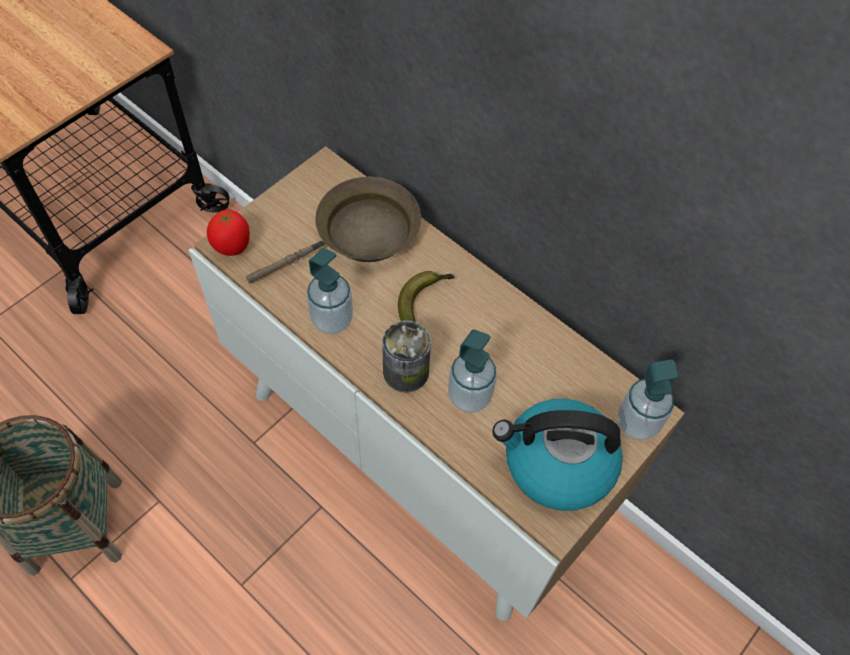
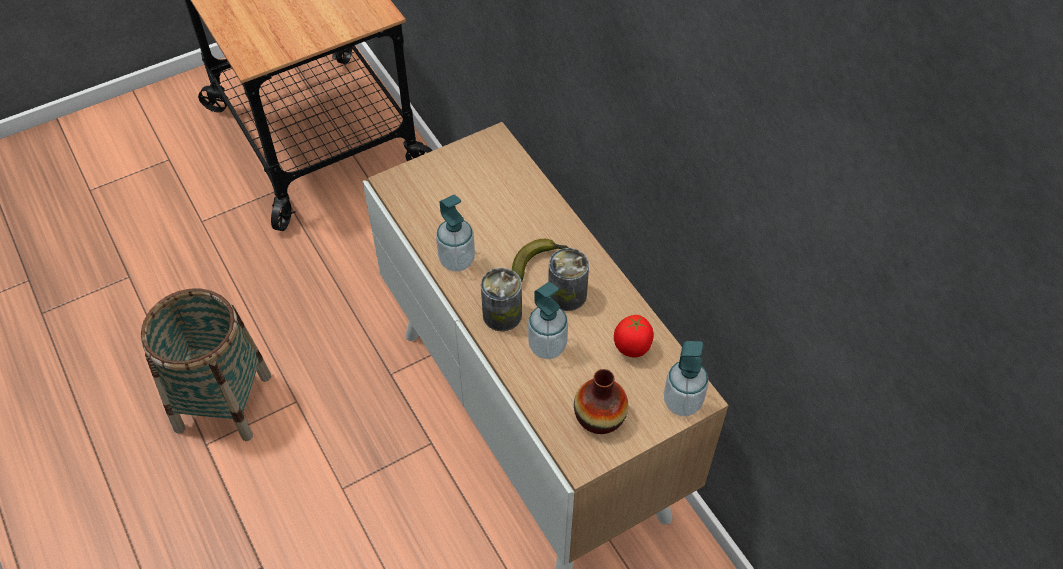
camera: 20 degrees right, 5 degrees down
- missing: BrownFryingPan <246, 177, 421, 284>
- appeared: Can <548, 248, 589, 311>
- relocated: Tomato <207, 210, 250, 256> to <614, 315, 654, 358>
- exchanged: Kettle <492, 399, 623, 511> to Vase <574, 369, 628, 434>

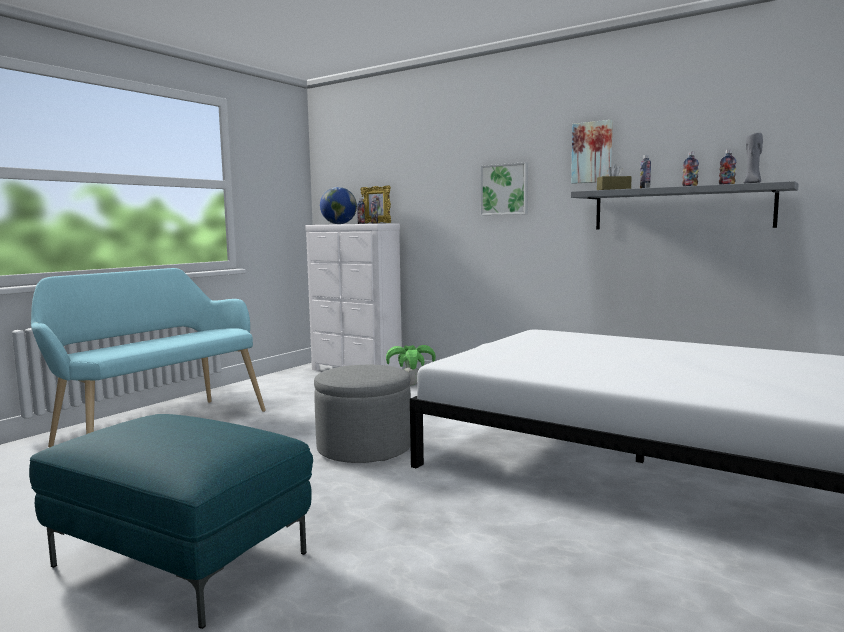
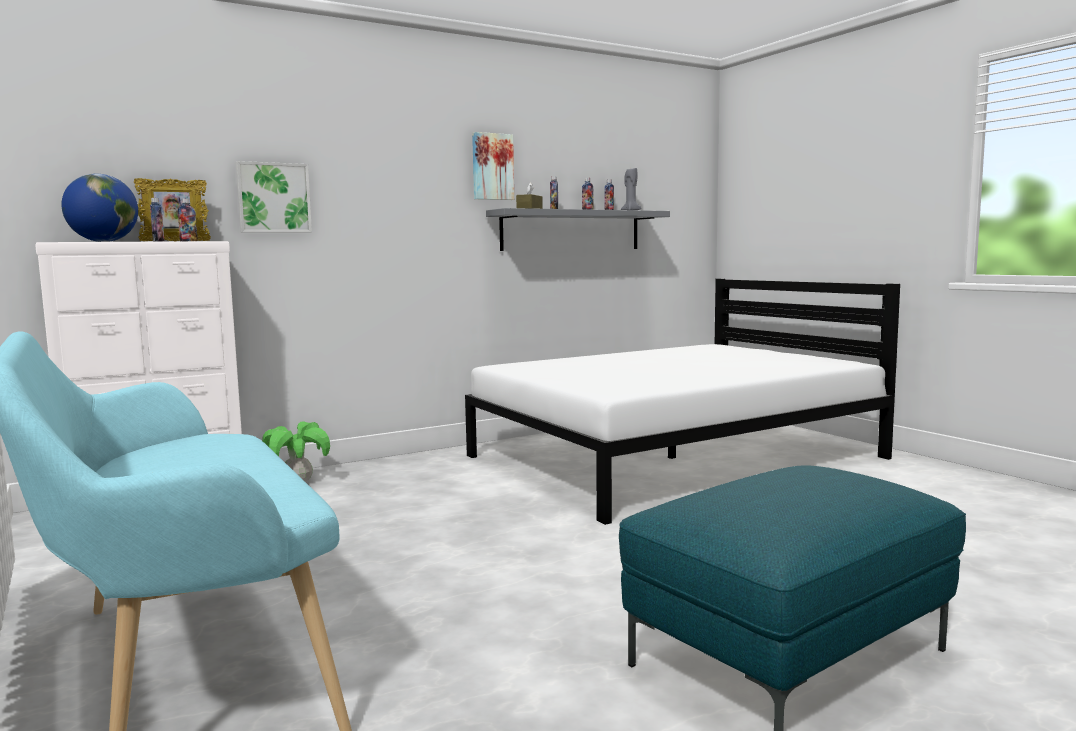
camera: 65 degrees left, 0 degrees up
- missing: GreyOttoman <314, 365, 411, 463>
- relocated: Picture <481, 162, 528, 215> to <236, 161, 312, 233>

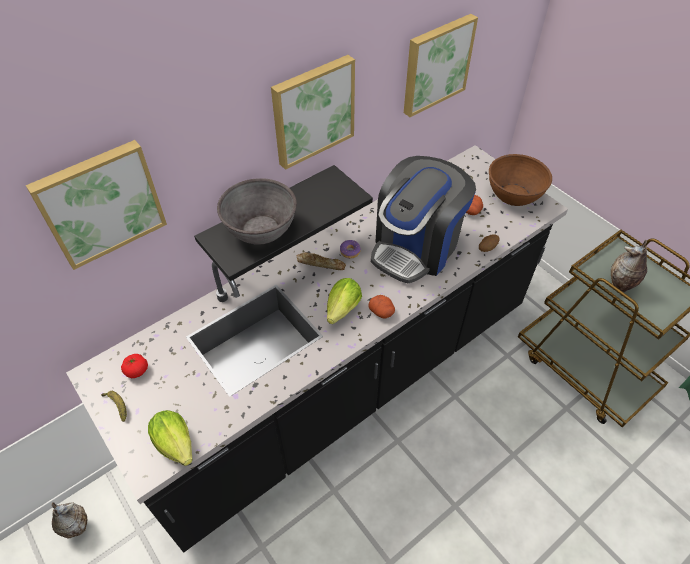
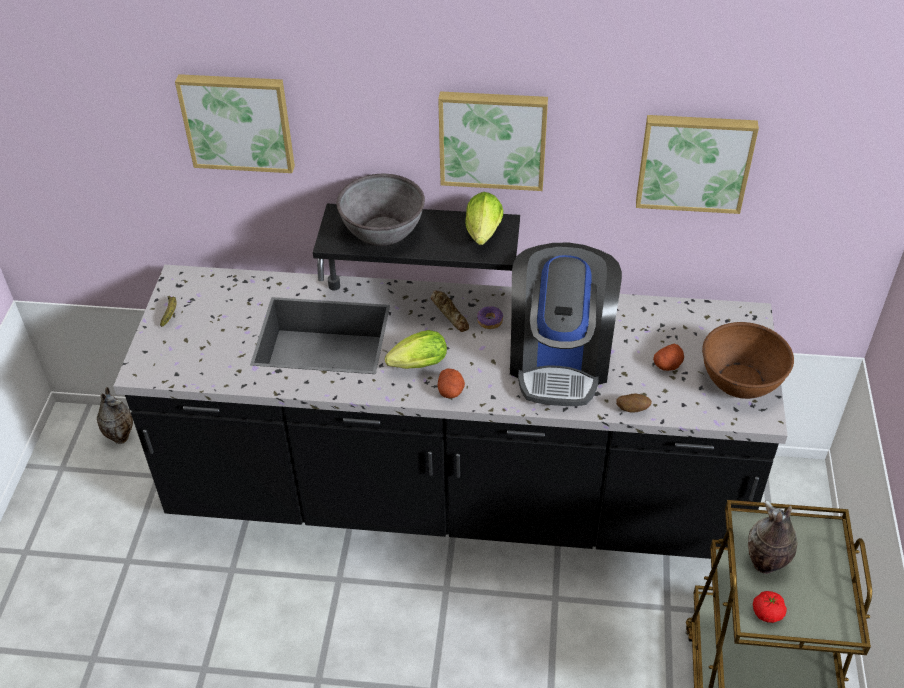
camera: 45 degrees right, 5 degrees down
- relocated: Tomato <121, 354, 148, 378> to <753, 591, 787, 623>
- relocated: Lettuce <148, 410, 193, 466> to <465, 192, 503, 245>
- spun: CoffeeMachine <371, 156, 476, 283> = <510, 243, 622, 406> 75 degrees counterclockwise

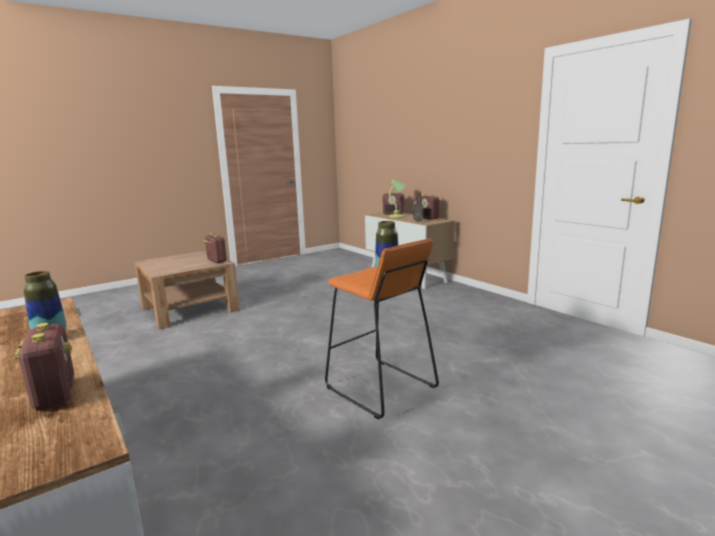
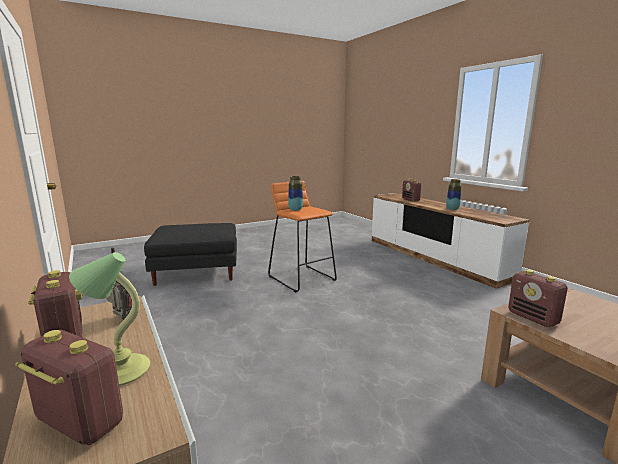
camera: 175 degrees left, 0 degrees up
- appeared: BlackOttoman <144, 223, 237, 286>

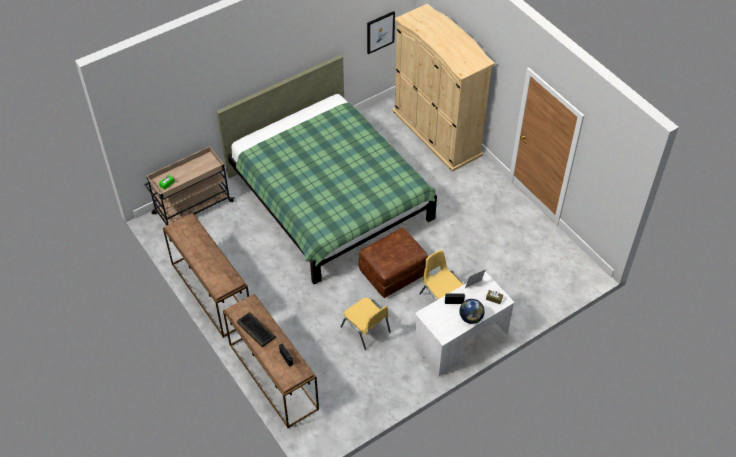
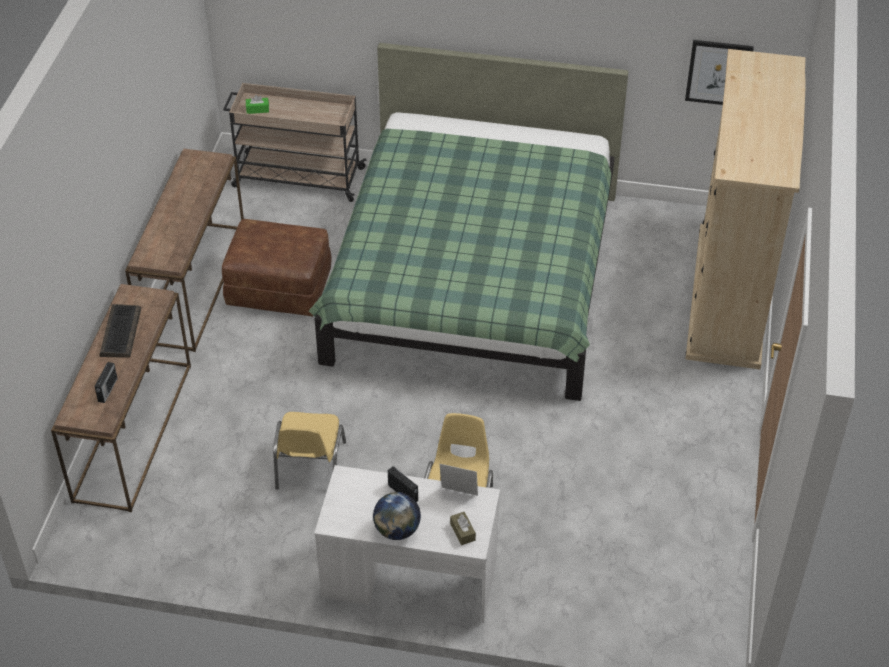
camera: 45 degrees right, 5 degrees down
- relocated: BrownOttoman <358, 228, 428, 298> to <222, 219, 332, 316>

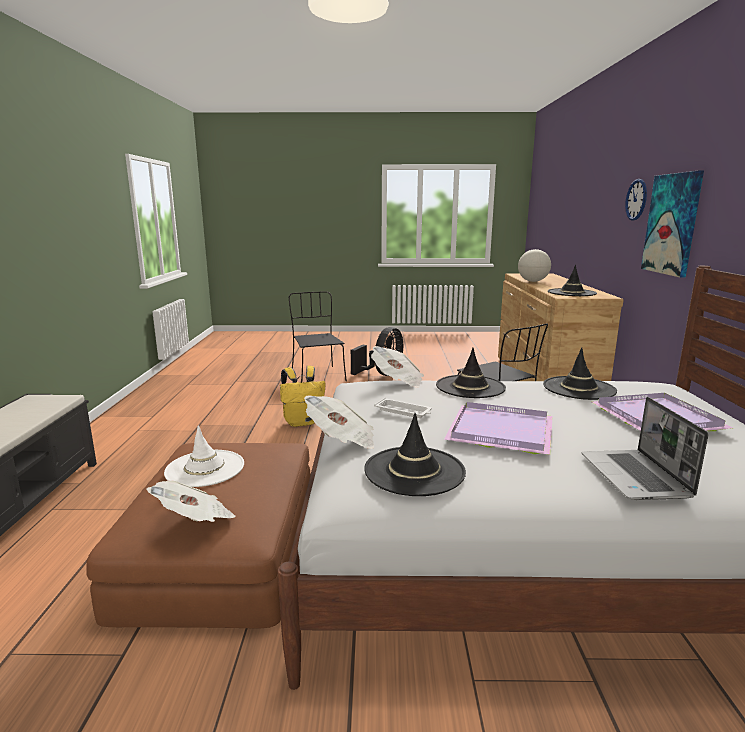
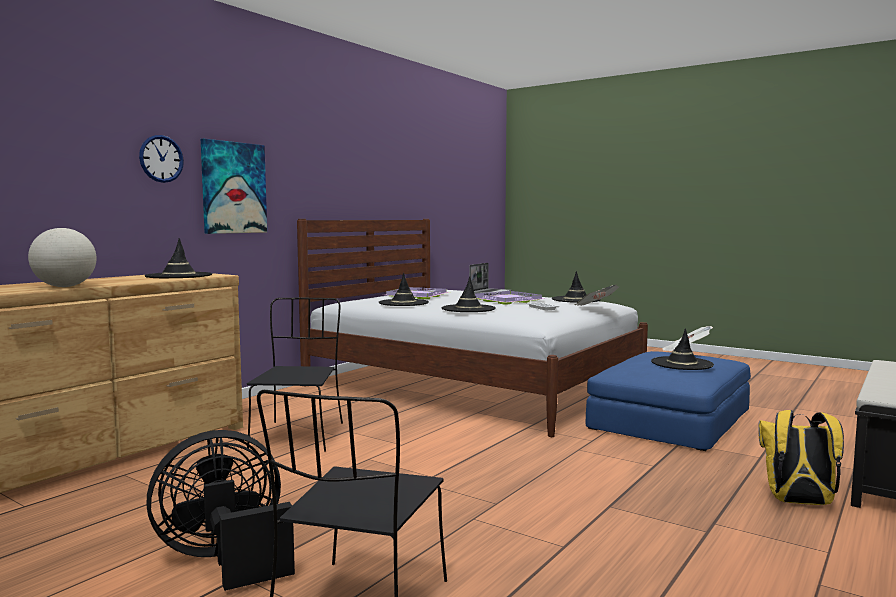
camera: 145 degrees left, 10 degrees down
- missing: Newspaper <371, 346, 424, 388>
- relocated: YellowBackpack <280, 366, 325, 427> to <758, 410, 844, 505>
- colour: BrownOttoman <86, 443, 310, 628> to BlueOttoman <586, 351, 751, 451>
- colour: WhiteHat <164, 426, 244, 487> to BlackHat <651, 328, 714, 370>

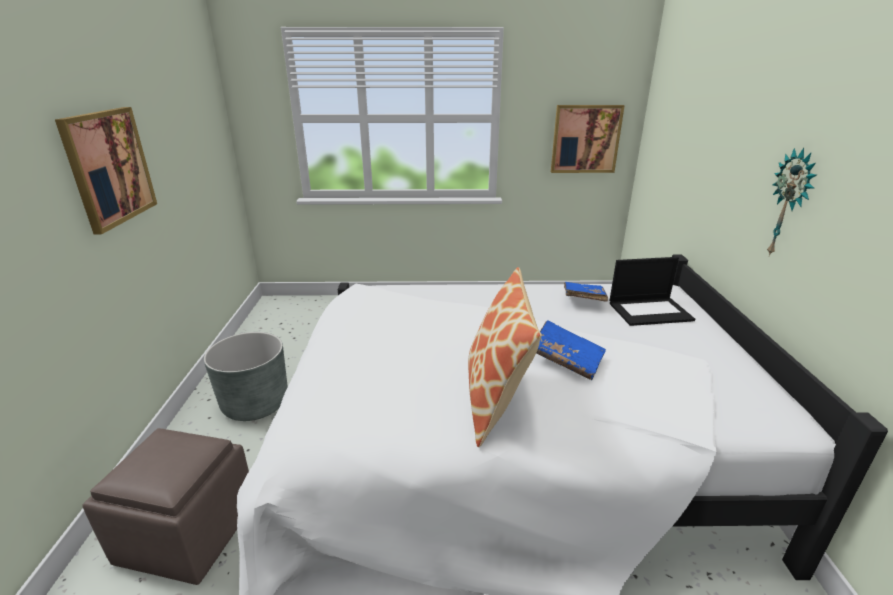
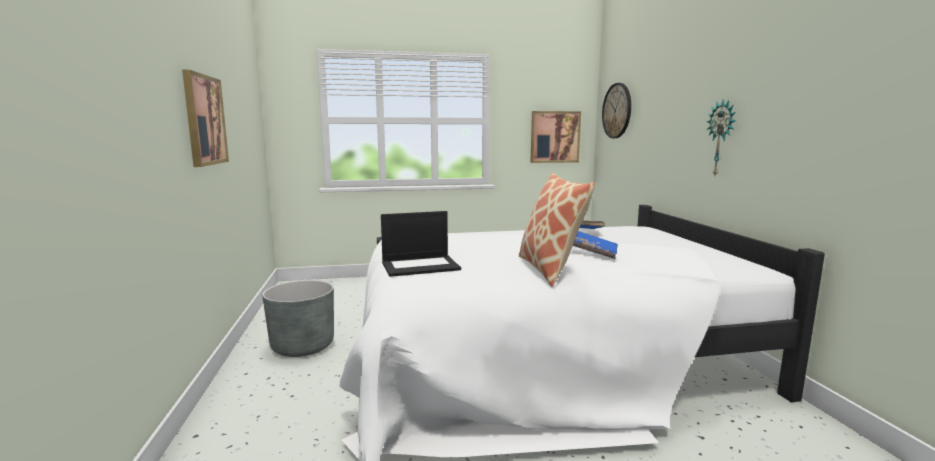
camera: 10 degrees left, 15 degrees down
- missing: BrownOttoman <82, 428, 249, 585>
- appeared: WallClock <602, 83, 631, 138>
- relocated: Laptop <609, 257, 695, 326> to <381, 211, 461, 277>

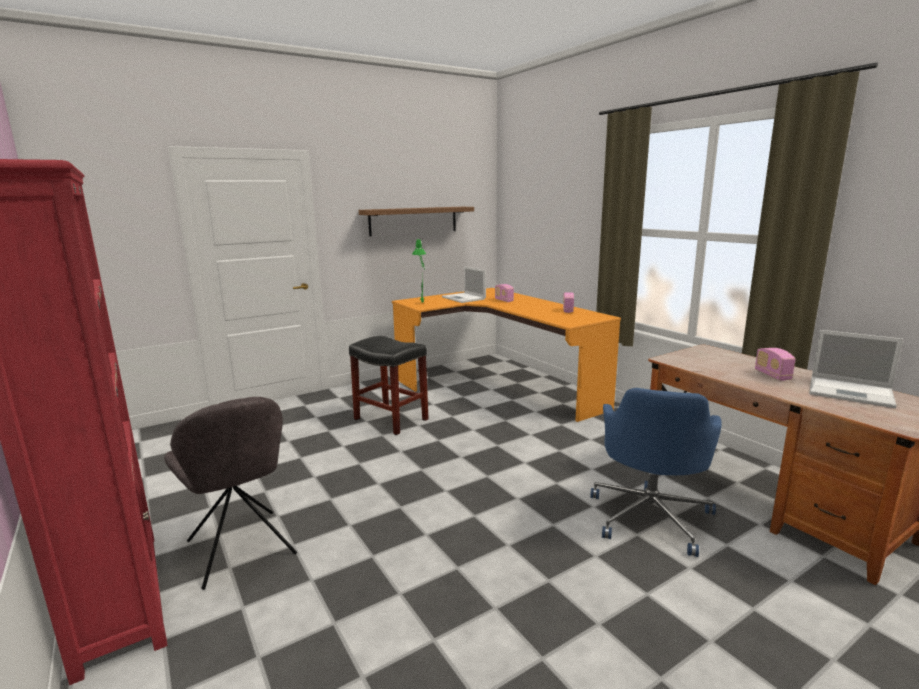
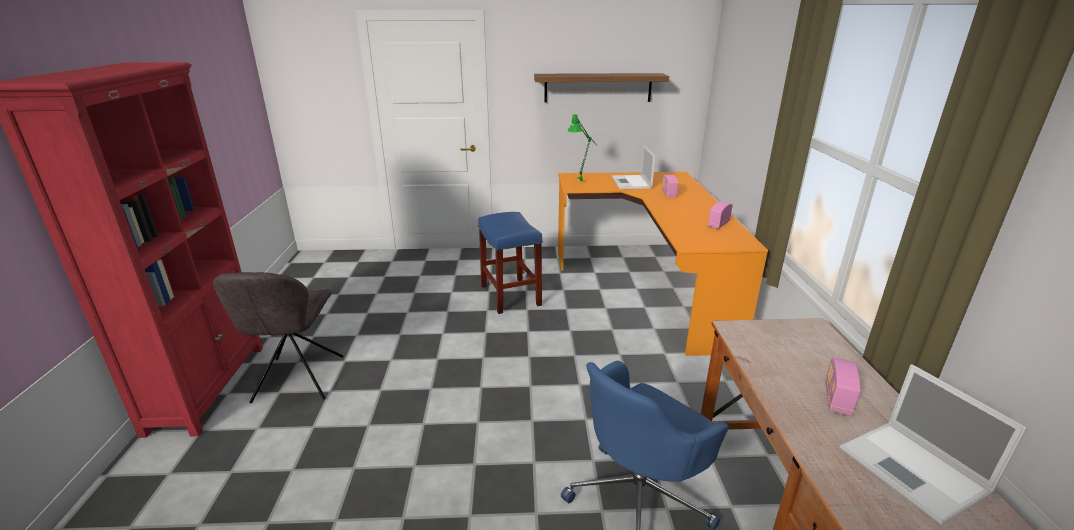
camera: 30 degrees right, 10 degrees up
- colour: BlackStool <349, 336, 429, 435> to BlueStool <478, 212, 543, 314>

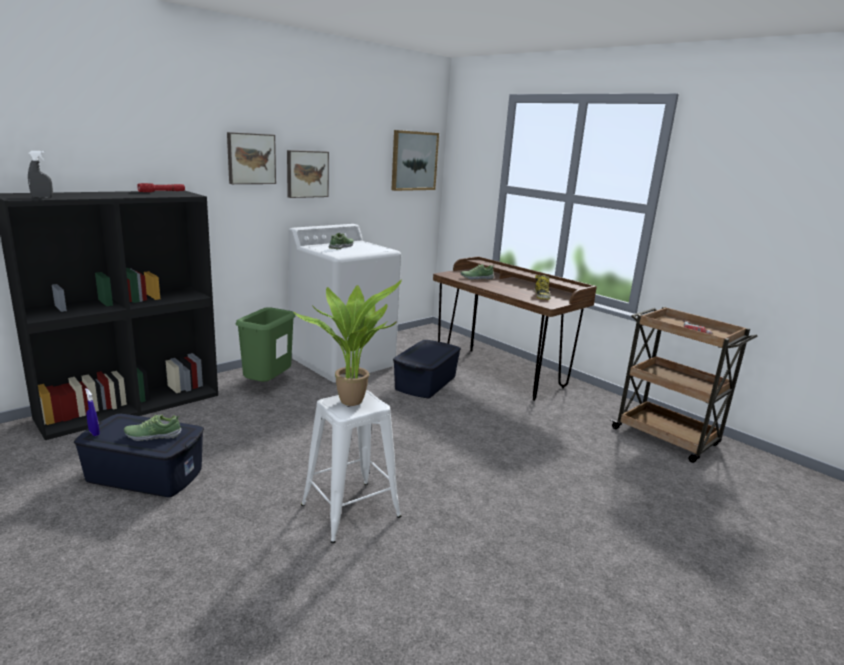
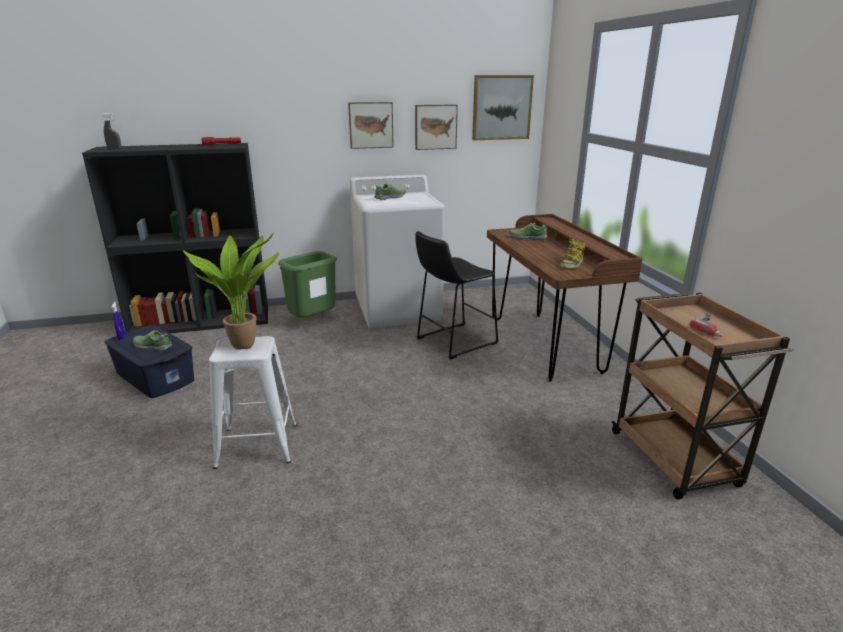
camera: 30 degrees right, 5 degrees up
- relocated: Picture <227, 132, 276, 184> to <415, 104, 458, 150>
- exchanged: BlueStorageBox <393, 340, 461, 398> to BlackStool <415, 231, 499, 360>

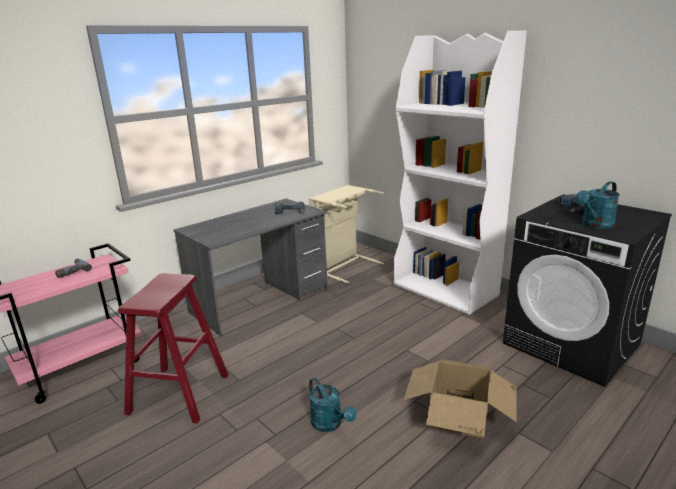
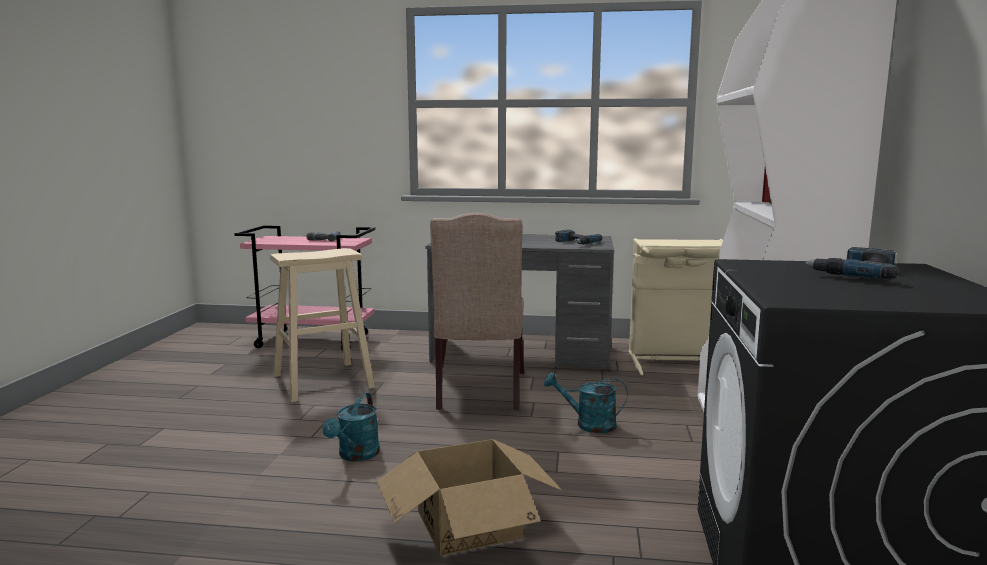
camera: 50 degrees right, 10 degrees down
- appeared: BeigeChair <430, 213, 524, 410>
- relocated: TurquoiseWateringCan <575, 181, 620, 229> to <544, 372, 628, 433>
- colour: RedStool <118, 273, 229, 423> to BeigeStool <270, 248, 375, 402>

